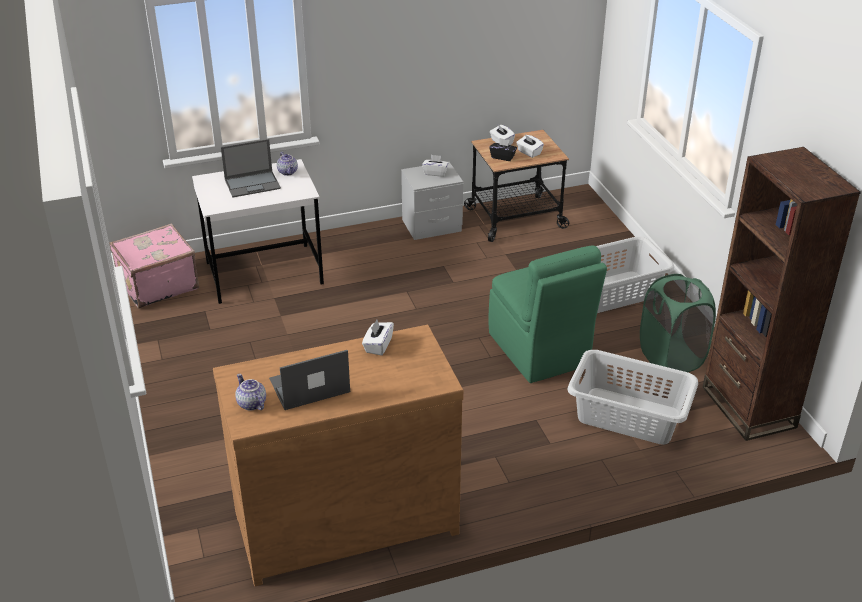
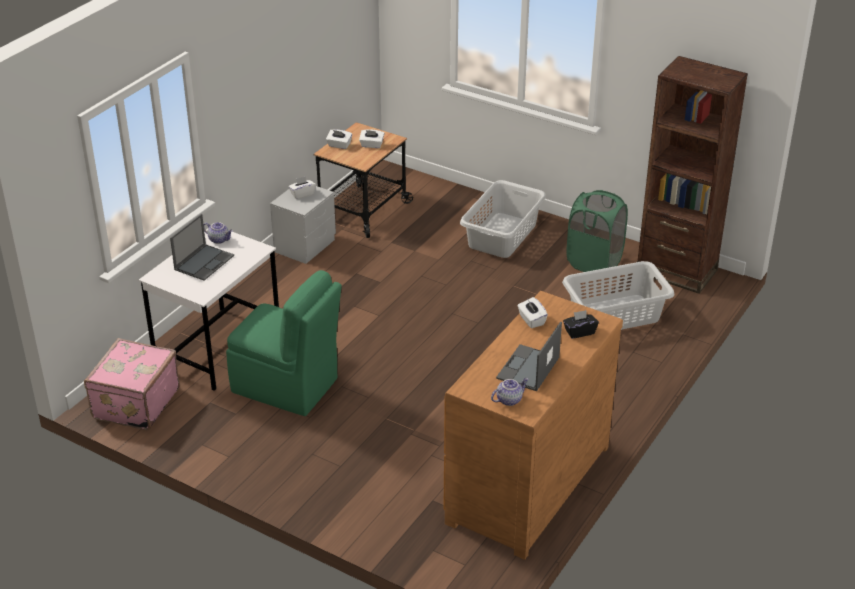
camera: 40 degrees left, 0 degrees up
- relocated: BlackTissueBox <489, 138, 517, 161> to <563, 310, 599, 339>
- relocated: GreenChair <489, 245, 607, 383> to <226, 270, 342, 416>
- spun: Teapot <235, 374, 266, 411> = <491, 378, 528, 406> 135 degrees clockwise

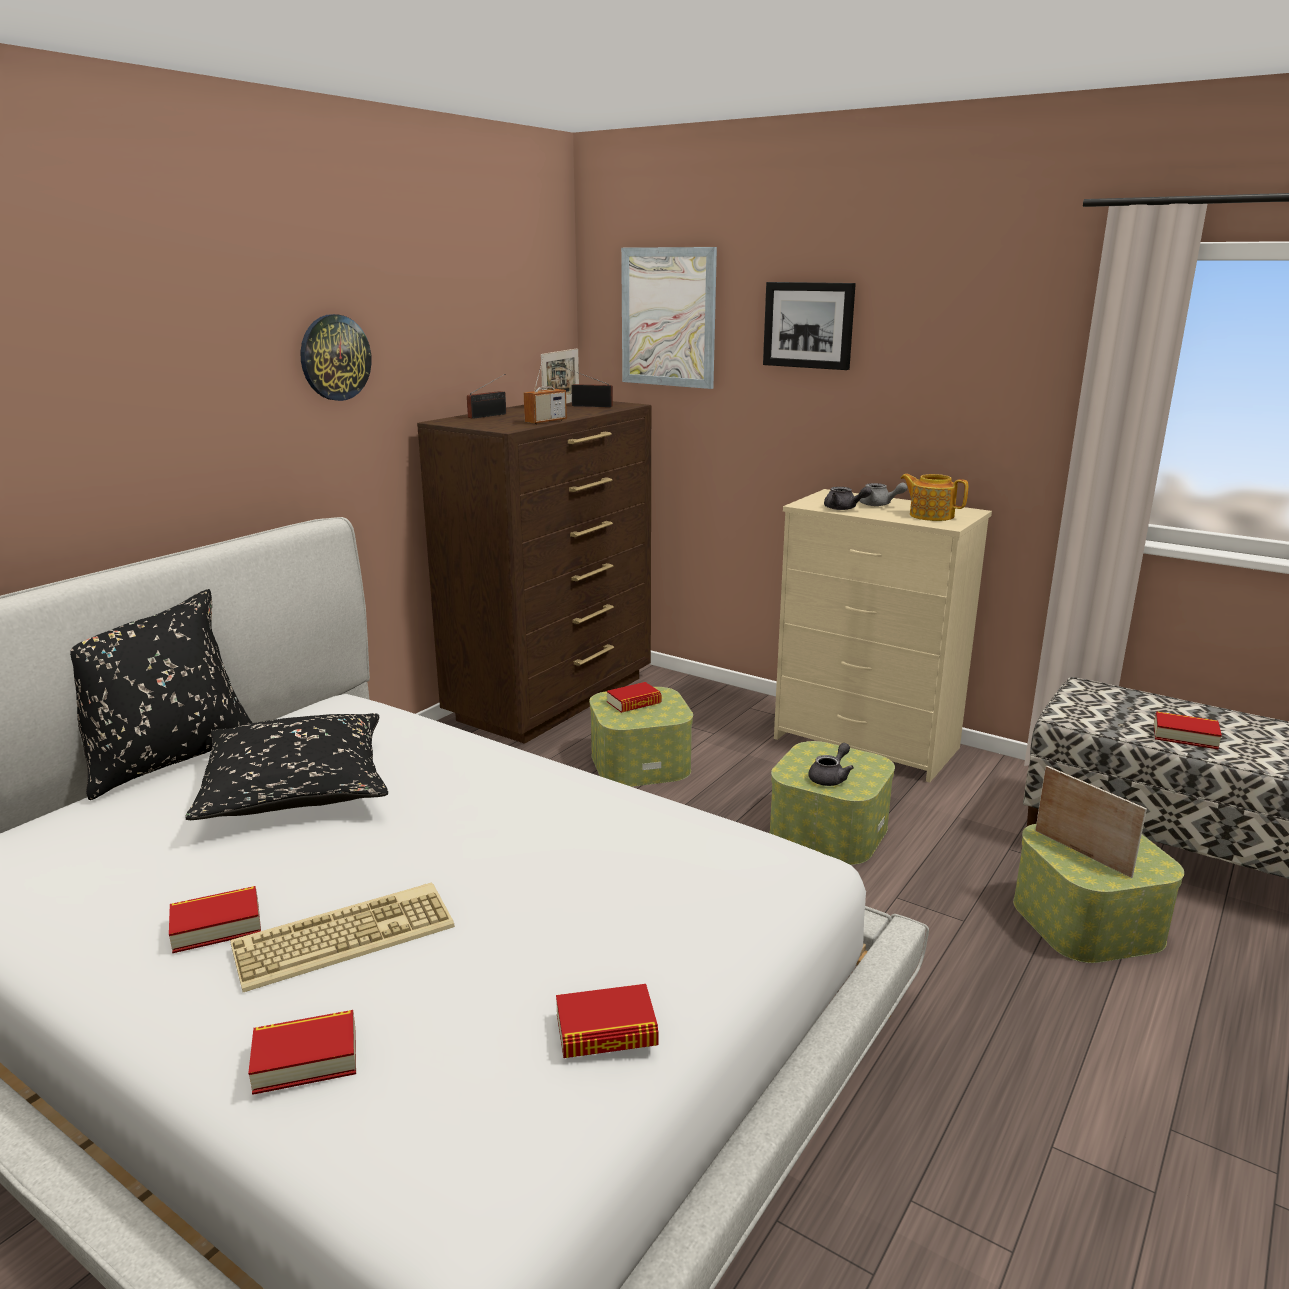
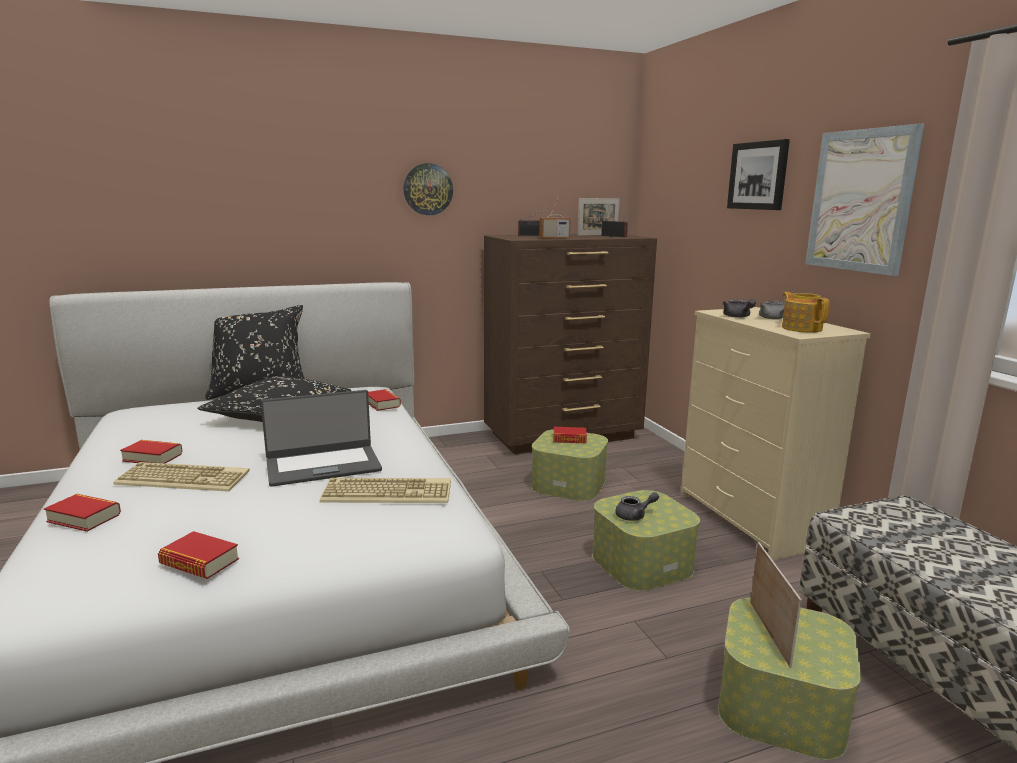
camera: 35 degrees right, 5 degrees down
- appeared: Laptop <261, 390, 382, 487>
- appeared: Keyboard <320, 478, 451, 503>
- relocated: Picture <621, 247, 717, 389> to <806, 123, 924, 276>
- relocated: Book <1154, 711, 1222, 750> to <368, 389, 401, 411>

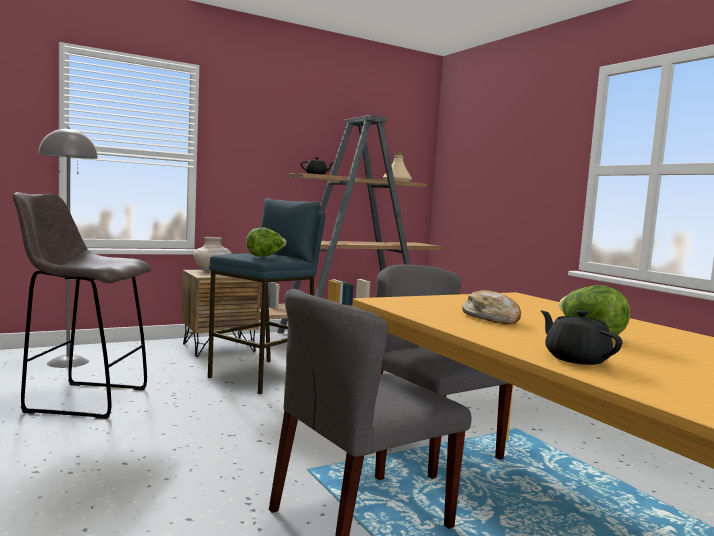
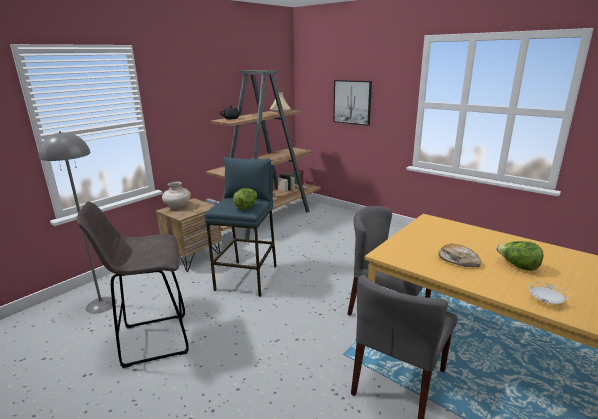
camera: 20 degrees left, 15 degrees up
- appeared: Picture <333, 80, 372, 126>
- exchanged: BlackTeapot <541, 310, 622, 365> to WhitePlate <529, 282, 569, 304>

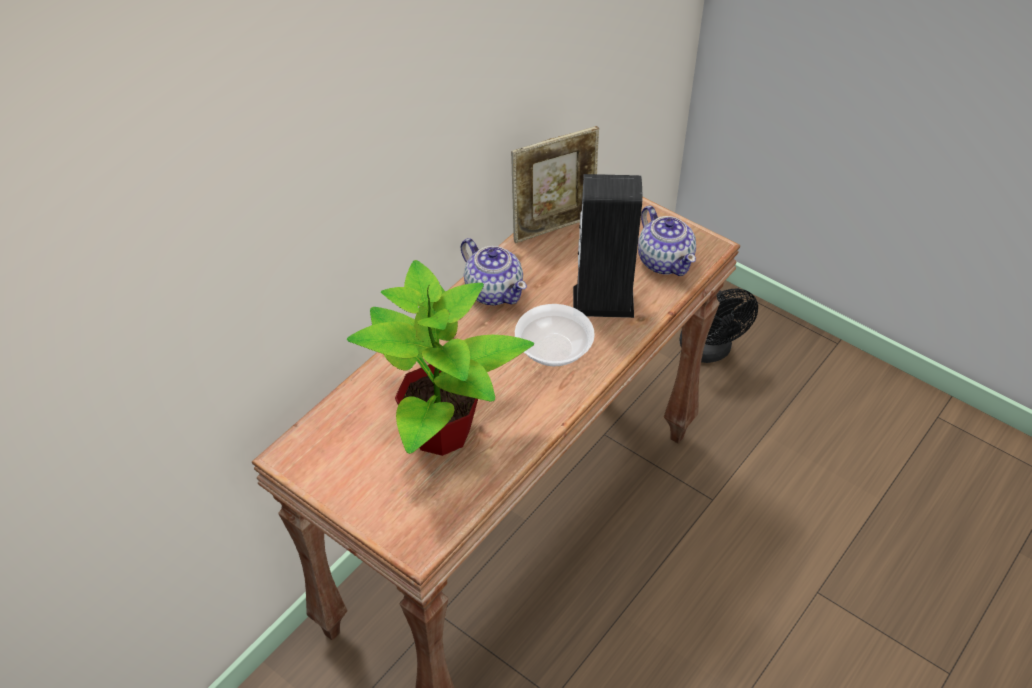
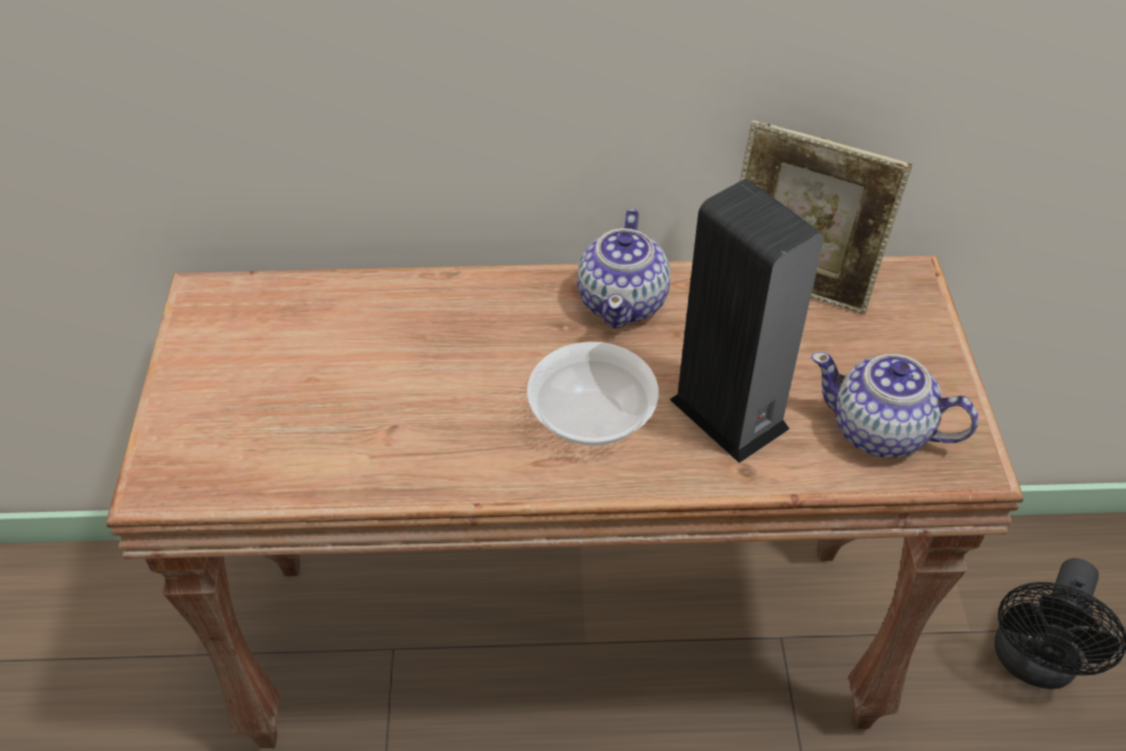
camera: 50 degrees right, 0 degrees up
- missing: PottedPlant <347, 260, 534, 456>
- spun: Teapot <638, 206, 696, 276> = <811, 352, 978, 458> 90 degrees clockwise

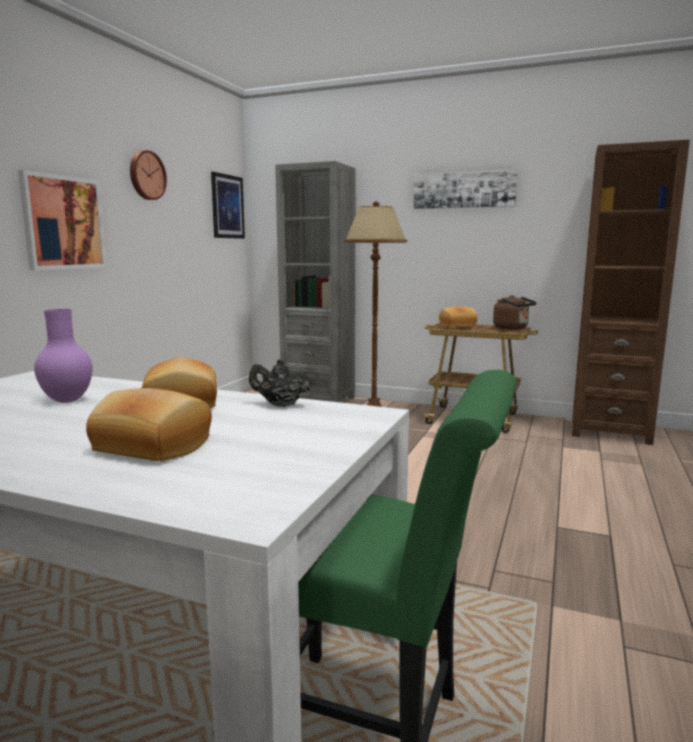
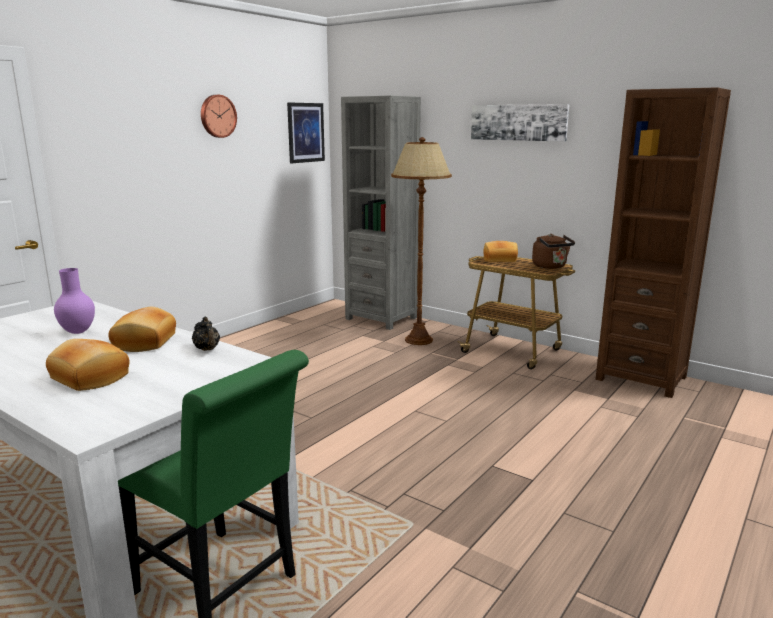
camera: 15 degrees right, 5 degrees up
- missing: Picture <18, 170, 107, 270>
- spun: BlackTeapot <249, 359, 312, 407> = <192, 317, 220, 351> 150 degrees counterclockwise

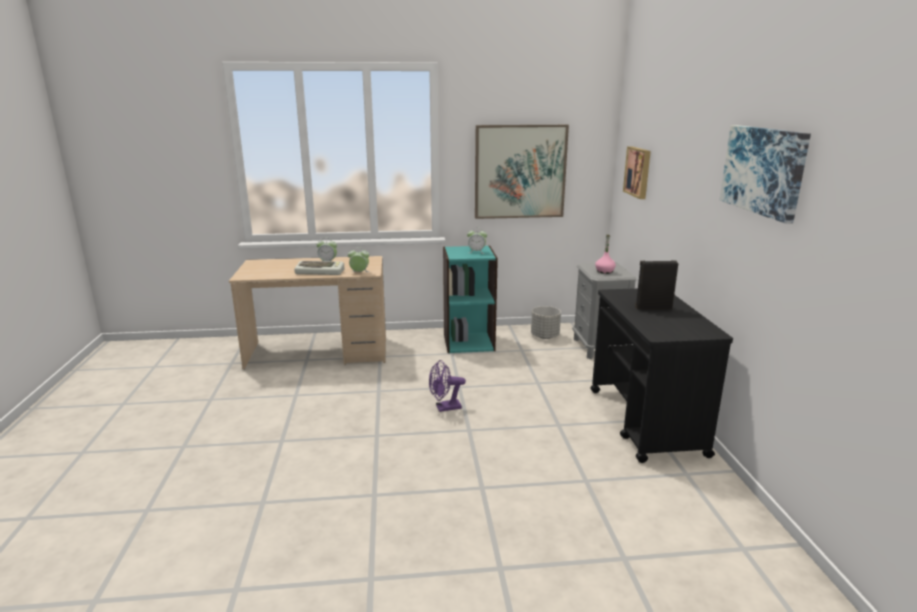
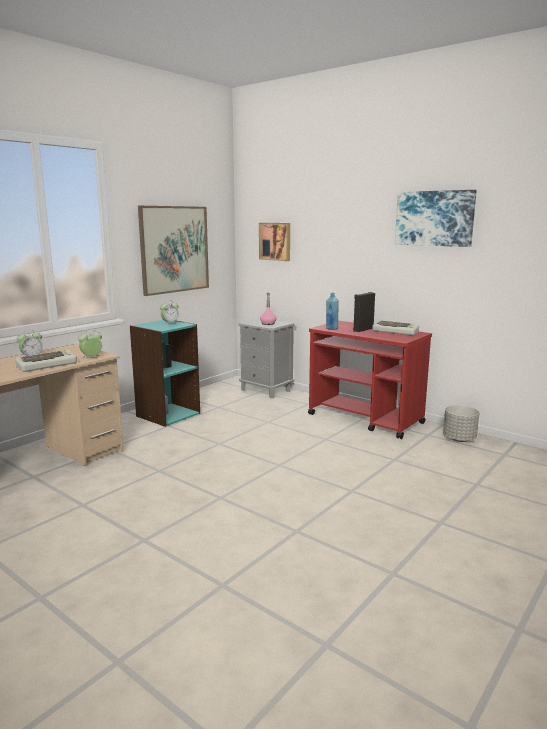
camera: 45 degrees left, 5 degrees down
- missing: PurpleFan <429, 360, 466, 412>
- appeared: BlueBottle <326, 293, 339, 330>
- appeared: Keyboard <372, 320, 419, 335>
- relocated: GreyPlanter <531, 306, 561, 339> to <443, 405, 480, 442>
- colour: BlackCart <590, 288, 733, 463> to RedCart <308, 321, 432, 439>

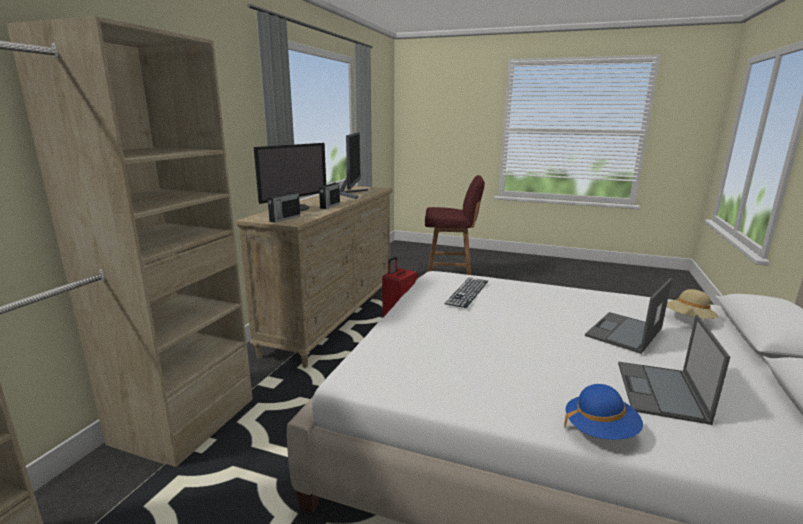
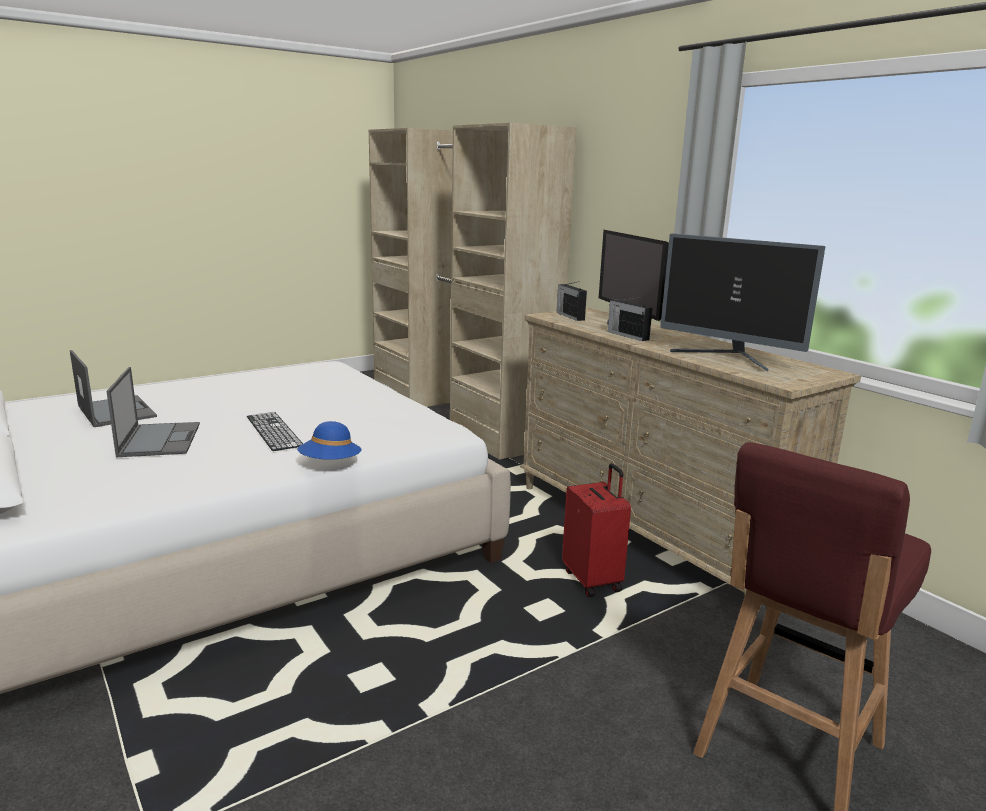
camera: 125 degrees right, 0 degrees up
- missing: BeigeHat <666, 289, 718, 319>
- relocated: Keyboard <445, 278, 488, 308> to <247, 412, 303, 451>
- relocated: BlueHat <564, 384, 643, 440> to <297, 421, 362, 460>

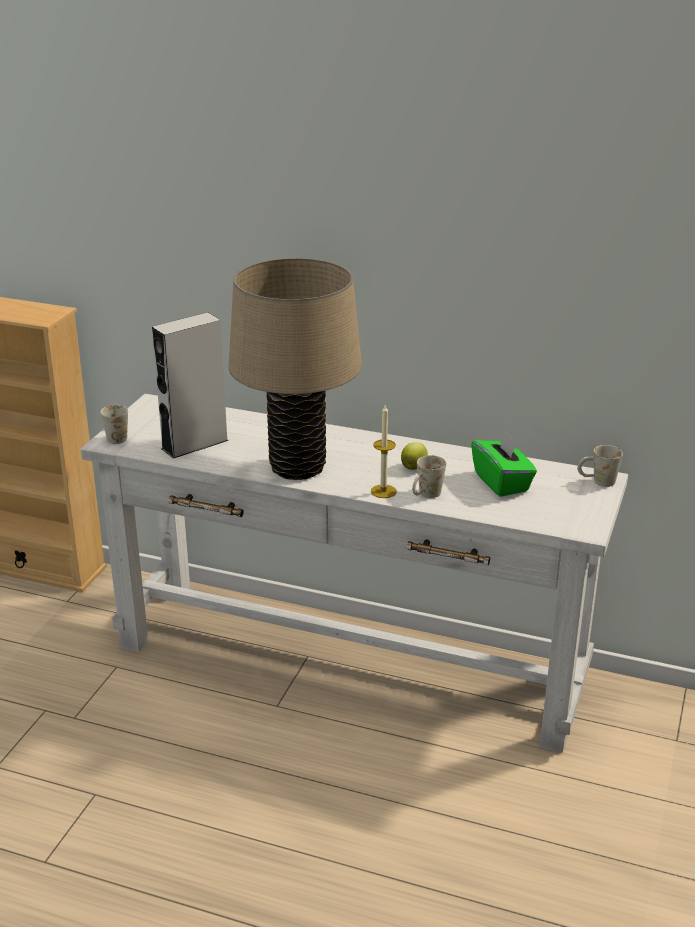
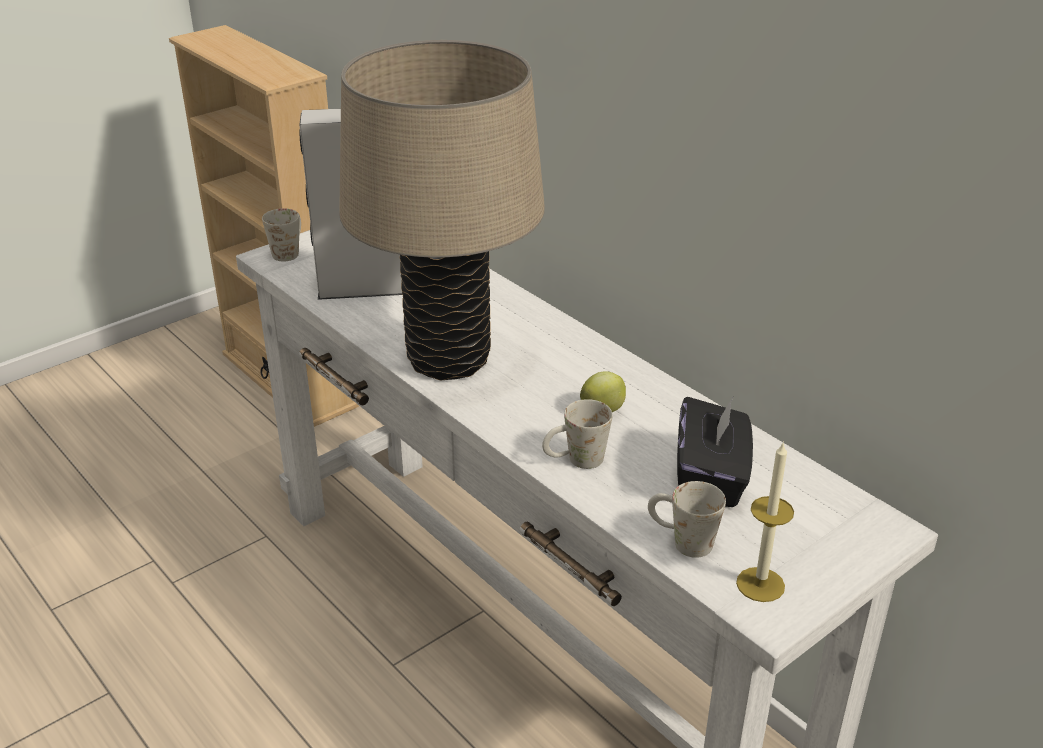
camera: 30 degrees right, 5 degrees up
- relocated: Candle <371, 405, 397, 498> to <736, 441, 794, 602>
- relocated: WhiteMug <577, 445, 623, 487> to <648, 481, 726, 558>
- colour: GreenTissueBox <471, 430, 537, 497> to BlackTissueBox <677, 397, 753, 507>

